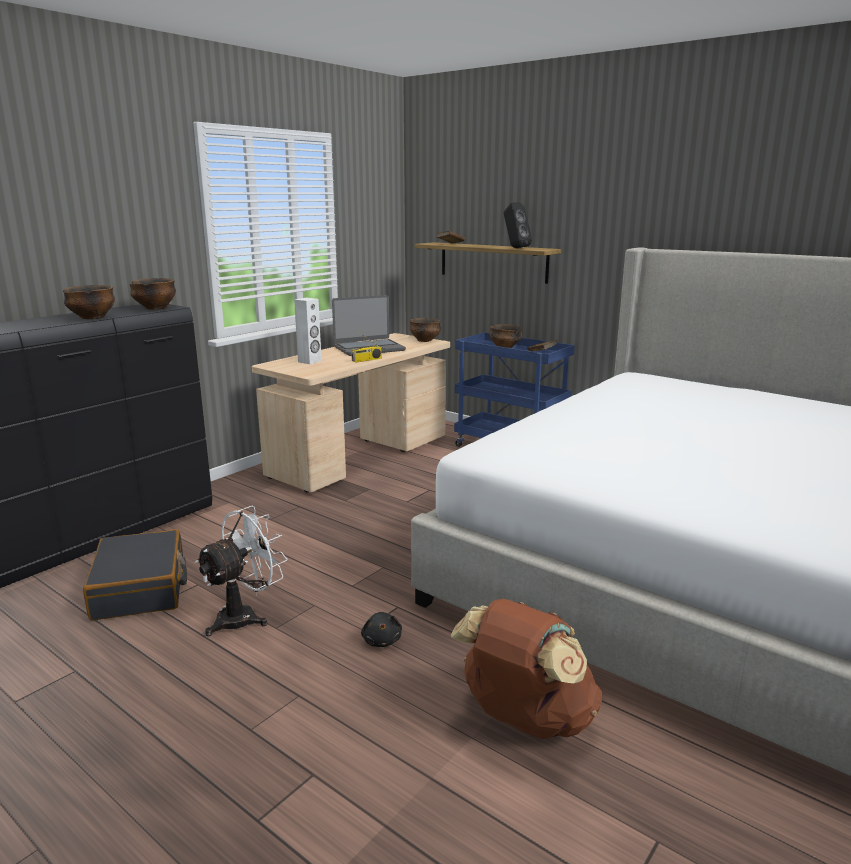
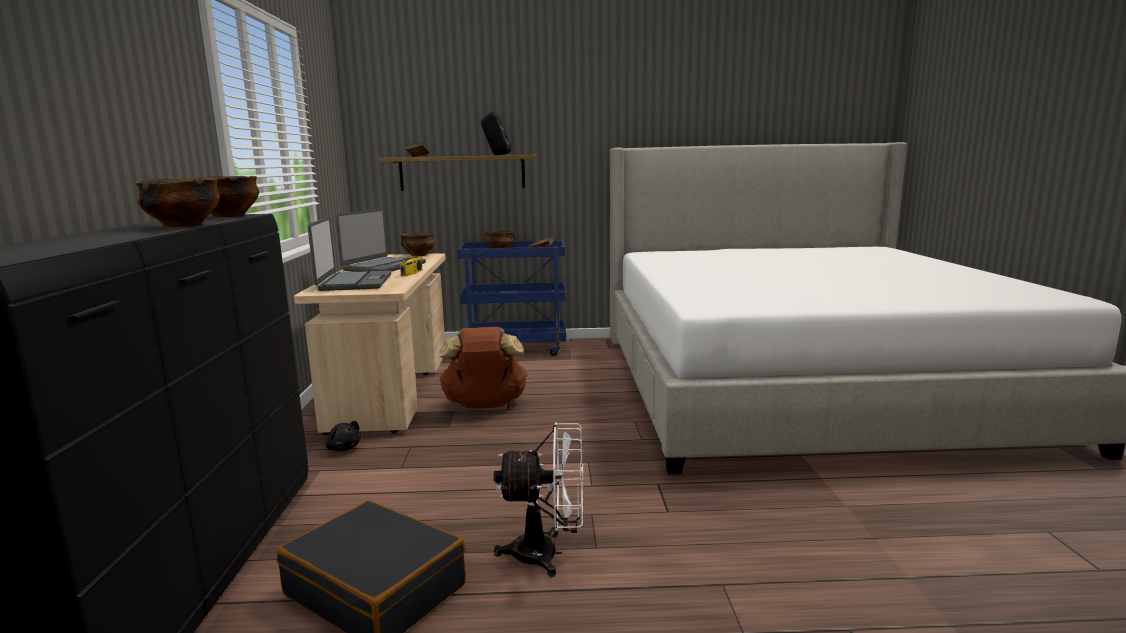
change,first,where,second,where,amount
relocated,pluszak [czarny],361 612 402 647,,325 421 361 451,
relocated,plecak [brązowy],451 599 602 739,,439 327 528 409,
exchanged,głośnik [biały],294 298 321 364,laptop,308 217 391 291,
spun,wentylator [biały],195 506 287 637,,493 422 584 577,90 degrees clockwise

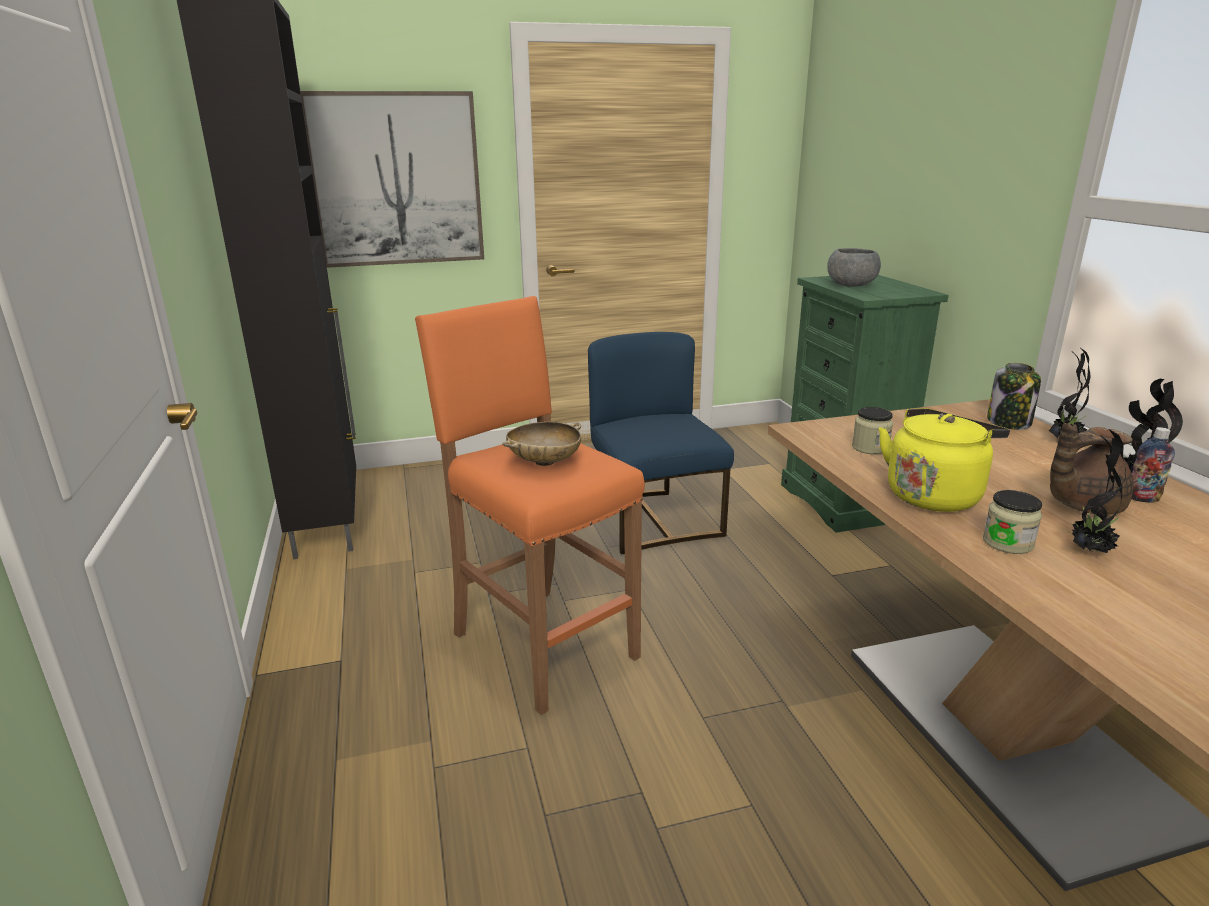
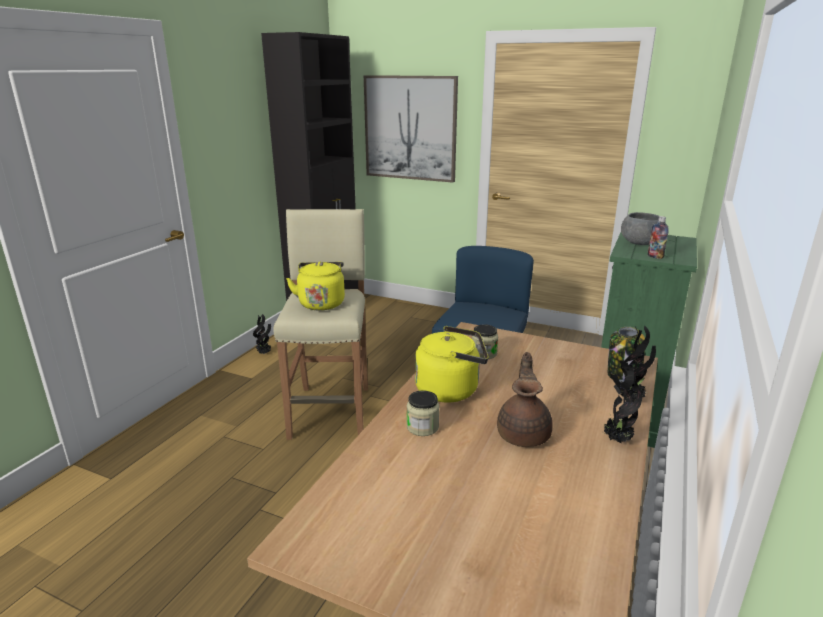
change,first,where,second,where,amount
relocated,roślina doniczkowa,1066 429 1126 553,,253 314 271 354,
relocated,butelka,1131 427 1175 502,,648 216 669 259,
exchanged,miska [beżowy],502 422 581 466,czajnik [żółty],286 262 345 310,
colour,stołek [pomarańczowy],415 296 645 715,stołek [beżowy],273 209 368 440,
spun,imbryk [brązowy],1050 423 1134 514,,497 352 553 447,75 degrees clockwise

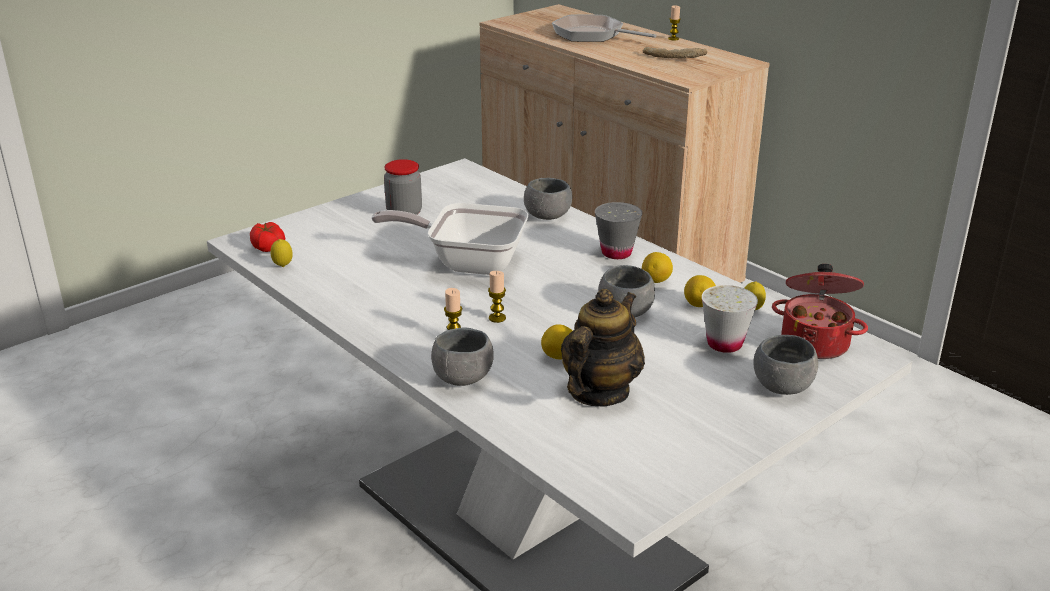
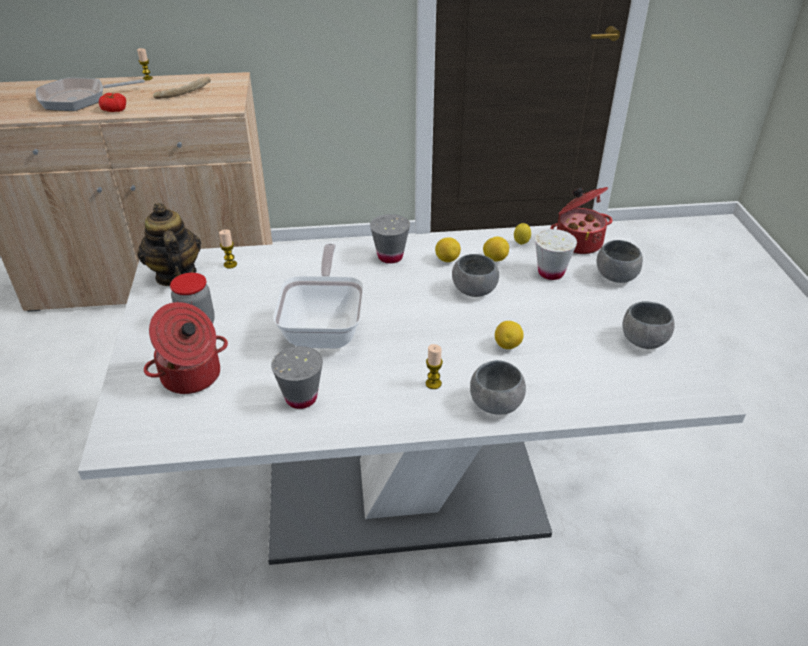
change,first,where,second,where,amount
missing,cytryna,271 239 293 267,,,
appeared,,,garnek,144 302 228 394,
appeared,,,filiżanka [szary],271 346 323 409,
relocated,pomidor,250 222 285 252,,99 93 126 112,
relocated,świeca,488 271 506 323,,219 229 237 269,
relocated,miska [szary],524 178 572 220,,623 301 675 349,
relocated,imbryk,561 289 645 407,,137 203 201 286,
spun,patelnia,372 203 528 275,,273 244 364 348,135 degrees clockwise

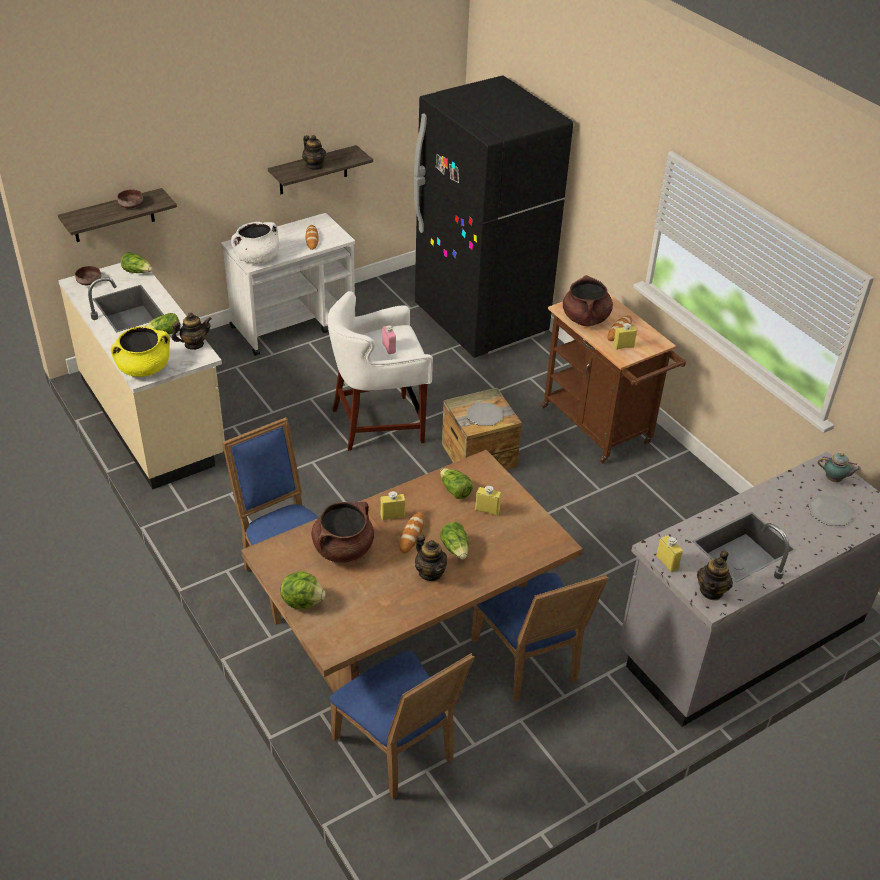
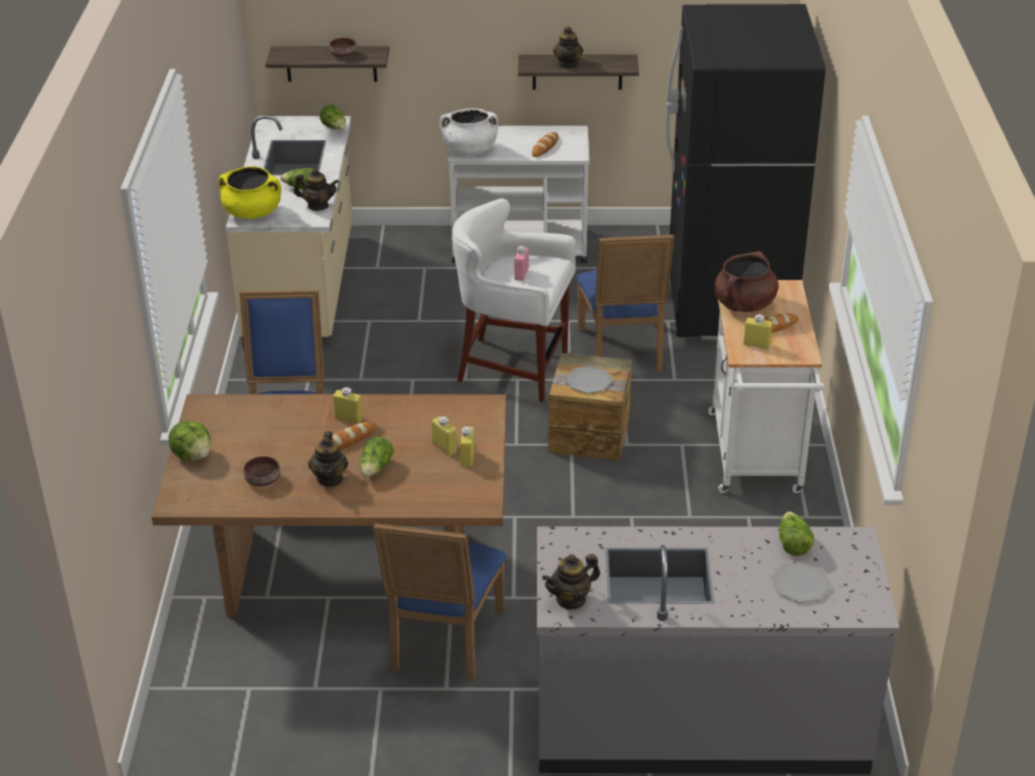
change,first,where,second,where,amount
missing,garnek [brązowy],311 502 374 563,,,
missing,imbryk,818 453 861 482,,,
relocated,miska [brązowy],75 266 101 285,,244 456 280 486,
relocated,krzesło [niebieski],329 650 475 799,,576 235 674 372,
relocated,sałata,440 468 473 499,,779 512 814 556,
relocated,butelka [żółty],656 535 683 572,,460 427 475 467,
colour,wózek [brązowy],542 294 686 464,wózek [biały],708 280 824 493,

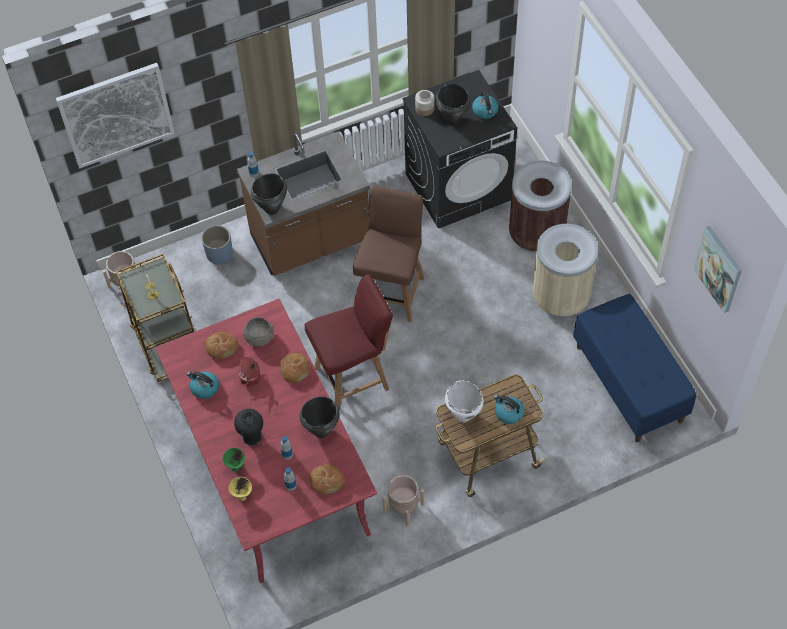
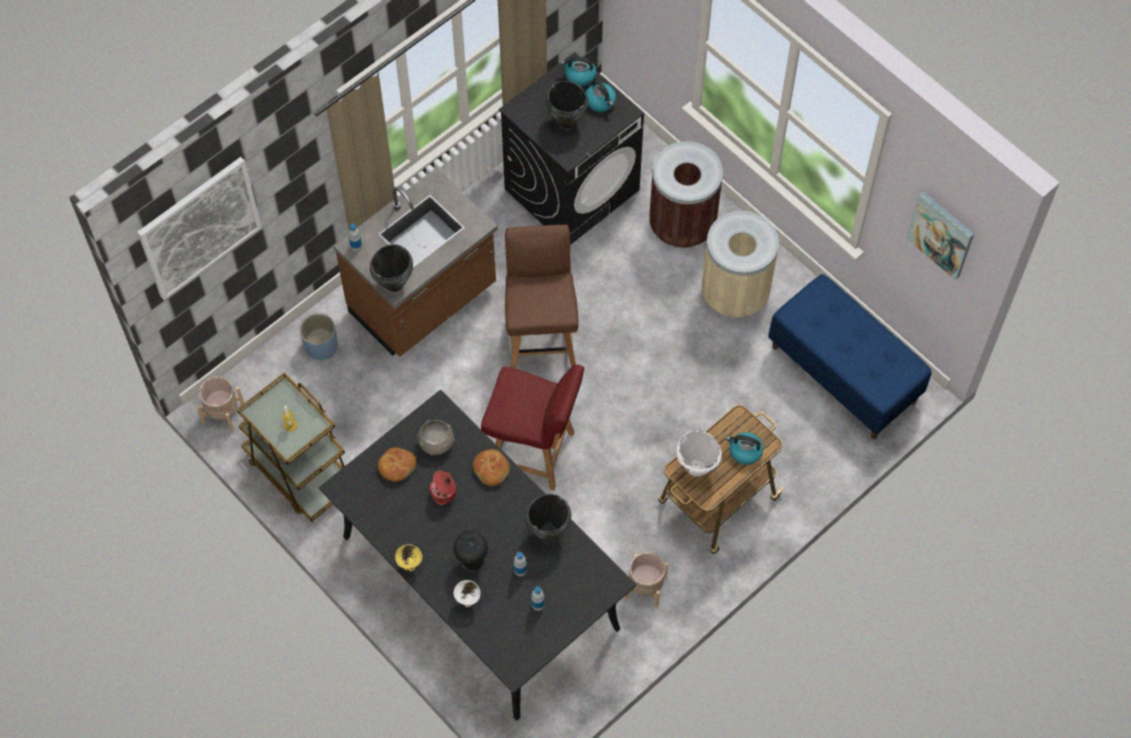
change,first,where,second,where,amount
missing,chleb,310 464 344 494,,,
missing,słoik,415 90 434 116,,,
relocated,czajnik,187 371 219 399,,561 57 596 86,
relocated,miska [żółty],229 477 252 501,,395 544 422 571,
colour,stół jadalny [czerwony],156 299 377 583,stół jadalny [czarny],319 390 636 721,
colour,miska [zielony],222 448 245 472,miska [biały],454 580 480 607,
spun,krzesło [czerwony],305 274 393 411,,481 364 585 490,60 degrees clockwise

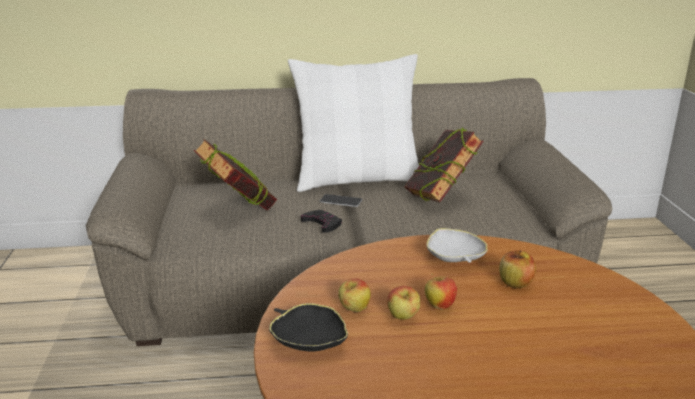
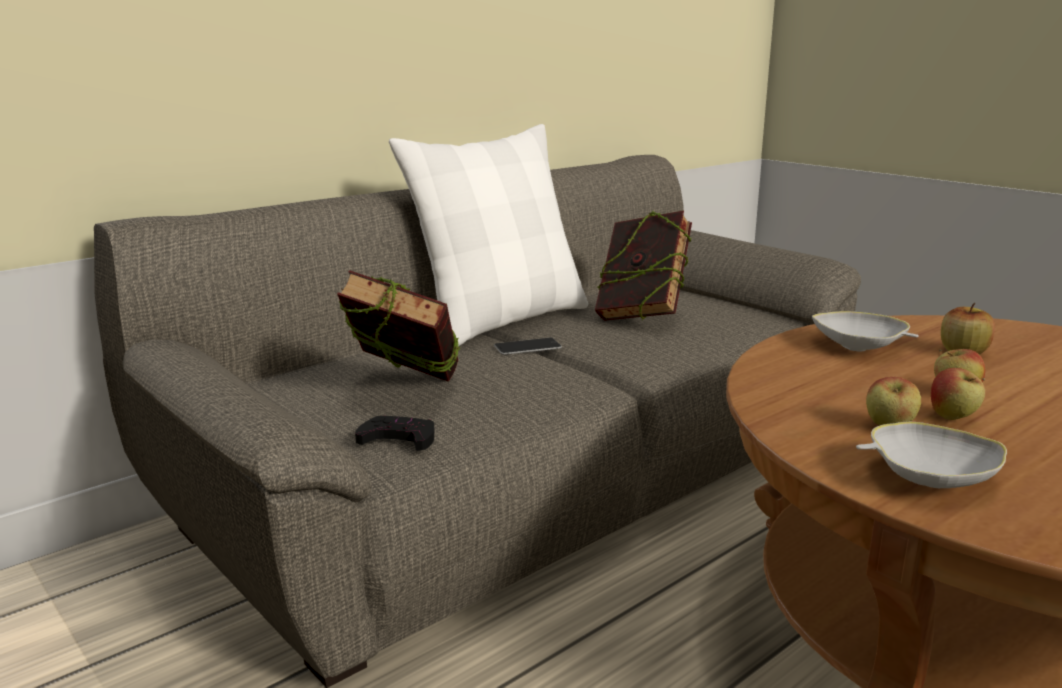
change,first,where,second,where,amount
relocated,pad do gier [czarny],301 210 342 233,,355 415 434 451,
colour,miska [czarny],269 303 348 352,miska [biały],856 422 1007 488,

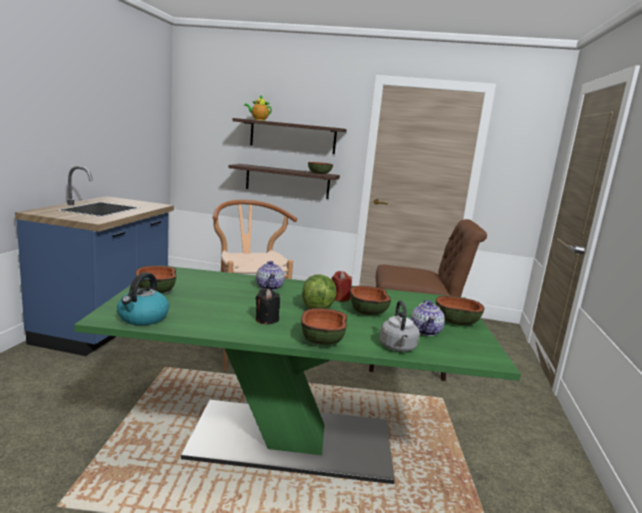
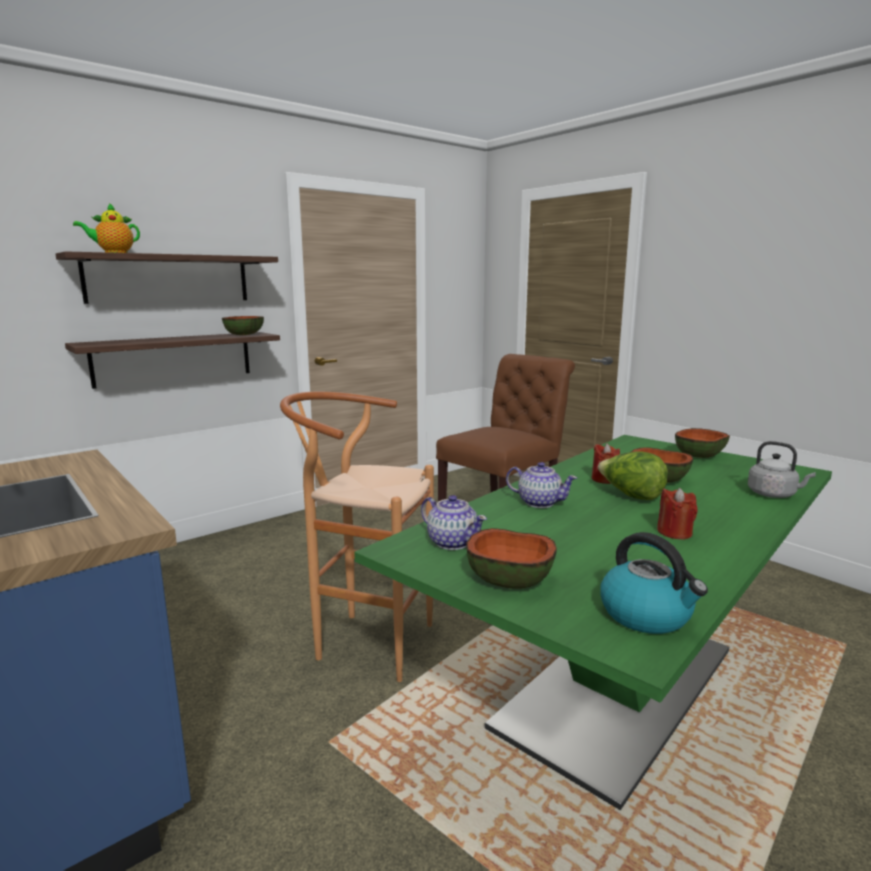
change,first,where,second,where,amount
missing,miska,301 308 347 345,,,
relocated,imbryk,410 300 445 336,,421 495 487 550,
colour,świeca [czarny],256 288 280 324,świeca [czerwony],657 488 697 539,

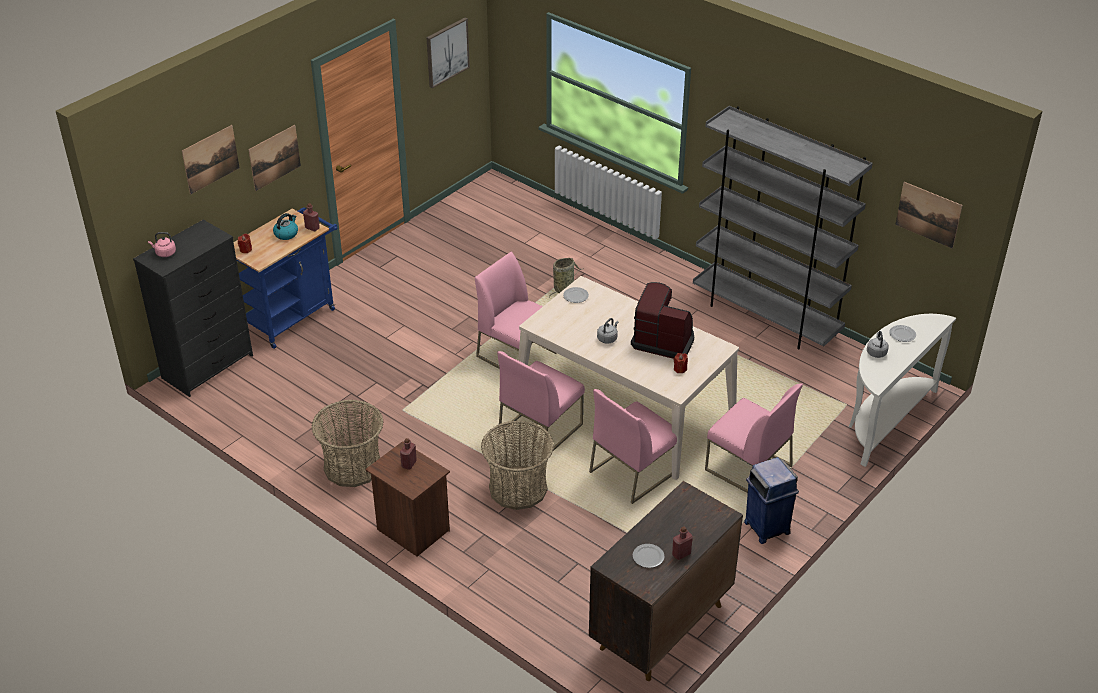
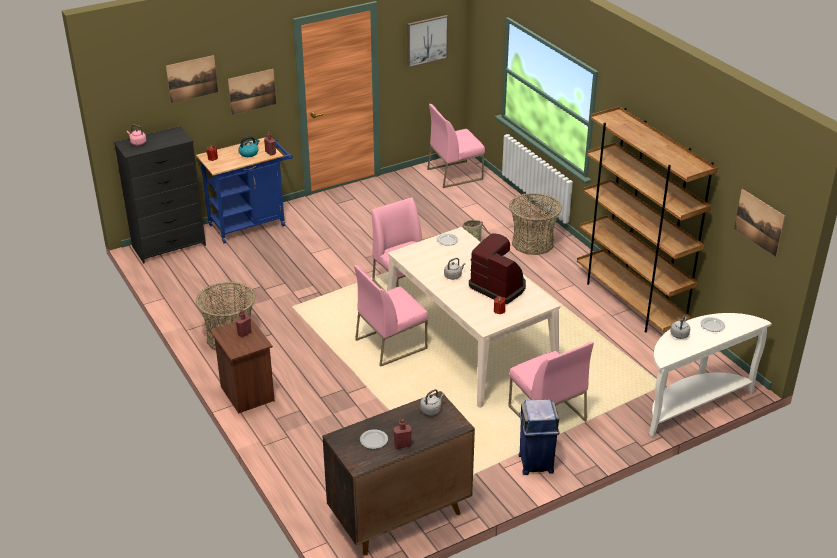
change,first,where,second,where,amount
appeared,,,czajnik [szary],420 389 445 415,
relocated,koszyk,481 421 554 510,,509 193 562 255,
relocated,krzesło [różowy],589 389 677 504,,427 104 485 188,
colour,regał [szary],693 106 873 349,regał [brązowy],577 106 718 333,

